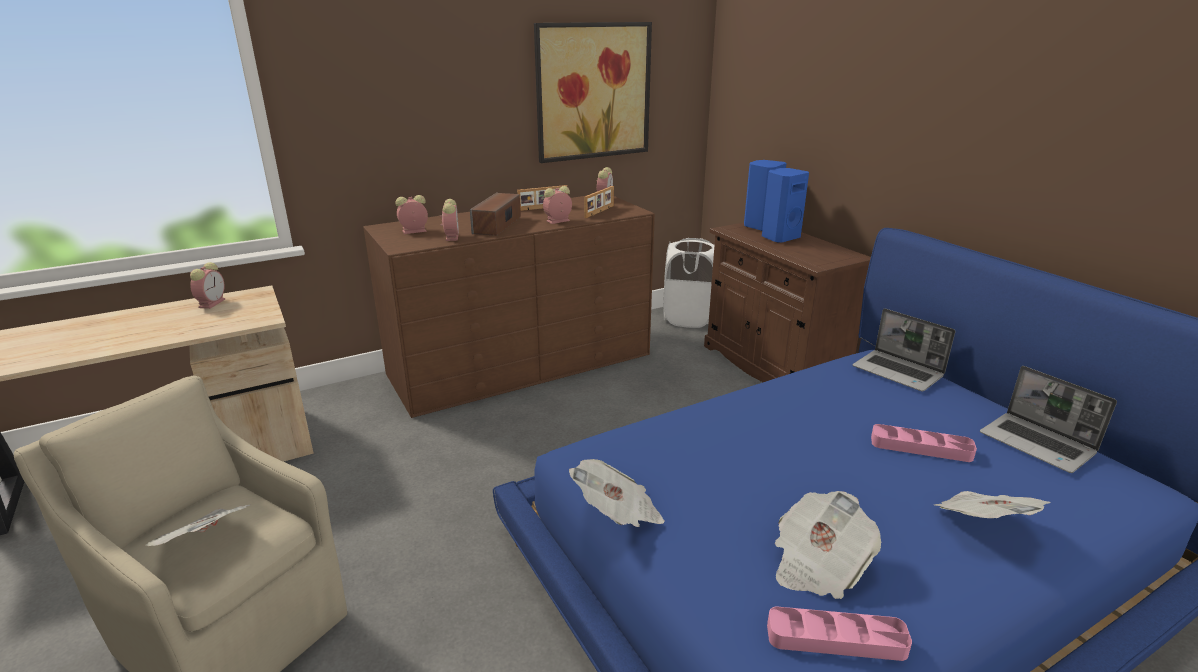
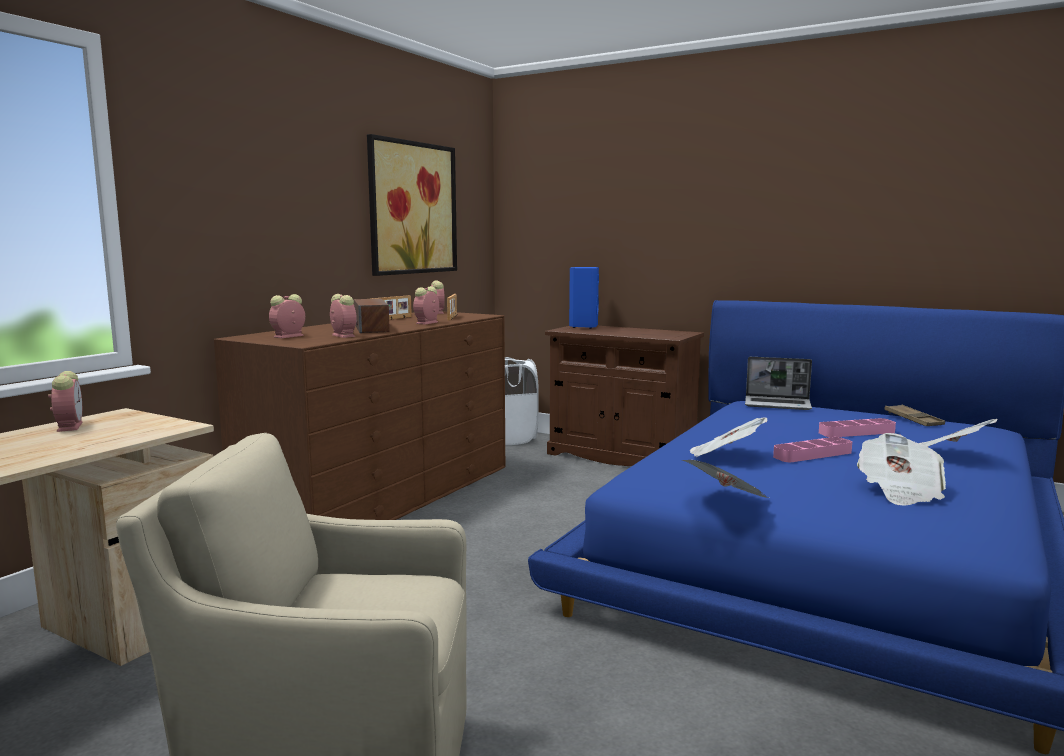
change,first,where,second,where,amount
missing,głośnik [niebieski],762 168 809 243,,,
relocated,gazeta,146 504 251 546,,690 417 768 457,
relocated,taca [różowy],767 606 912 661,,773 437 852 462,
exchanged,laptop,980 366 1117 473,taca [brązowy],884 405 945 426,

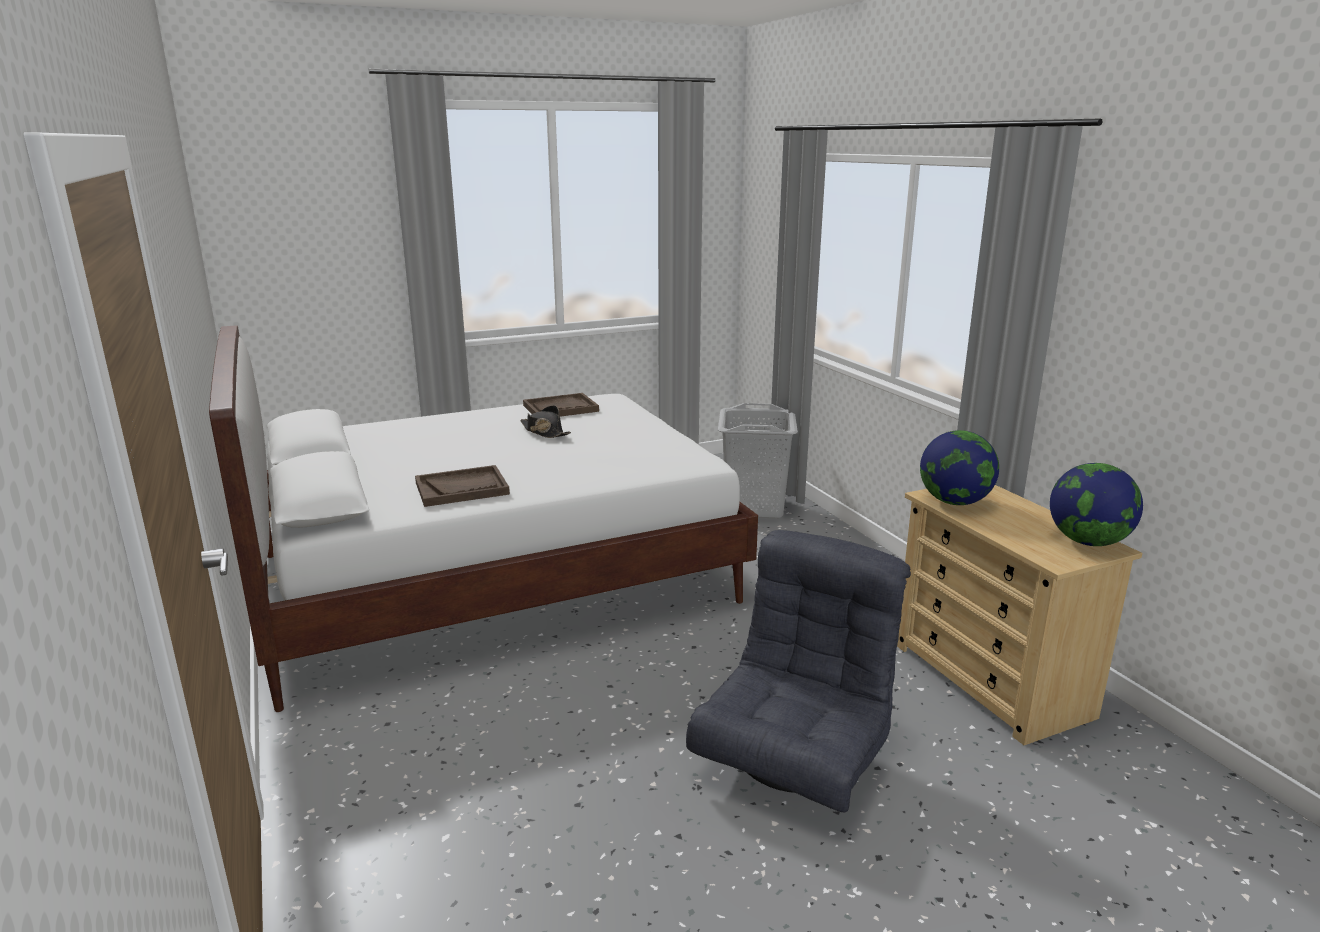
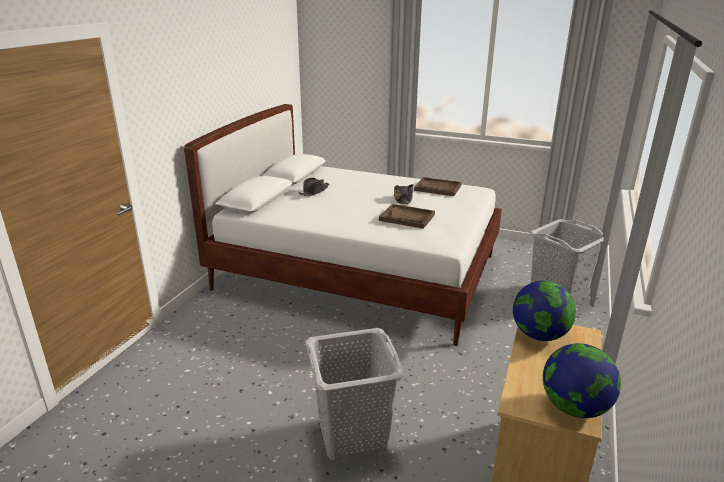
change,first,where,second,where,amount
appeared,,,kapelusz [czarny],298 178 329 196,
relocated,taca [brązowy],415 465 510 507,,379 204 435 229,
exchanged,fotel [szary],686 530 911 812,kosz na pranie [szary],305 328 405 461,

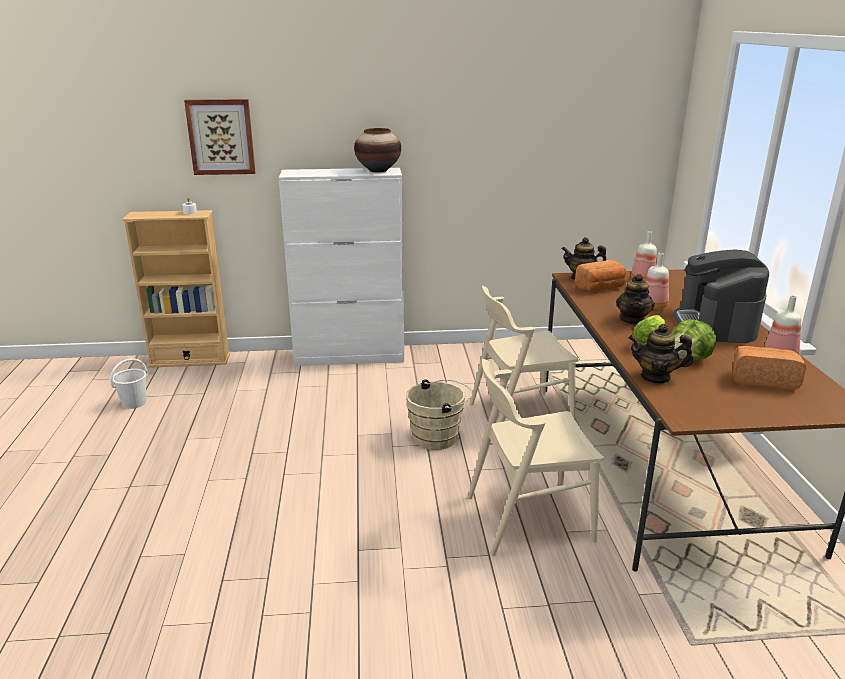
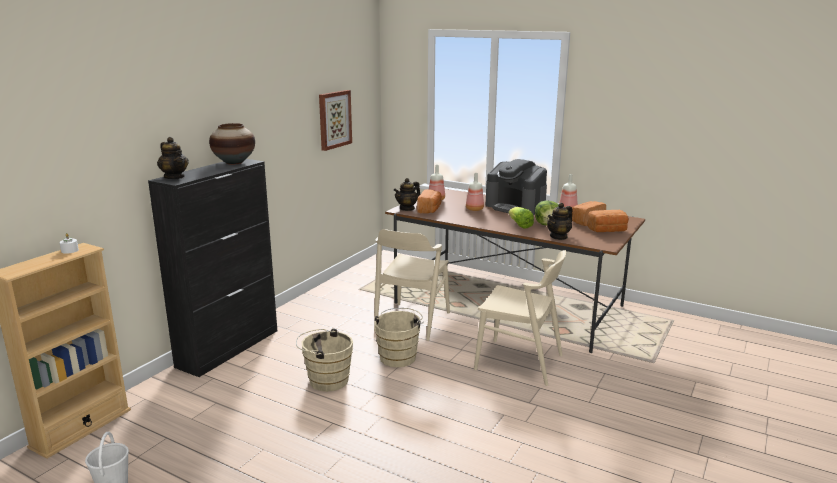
change,first,where,second,where,amount
appeared,,,wiadro [beżowy],296 328 353 392,
appeared,,,chleb,587 210 629 232,
relocated,obraz,184 99 256 175,,319 90 352 151,
relocated,imbryk,616 274 655 325,,157 137 189 179,
colour,szafka [biały],279 168 404 366,szafka [czarny],148 159 277 377,
spun,krzesło [beżowy],468 359 604 556,,474 250 566 386,90 degrees counterclockwise

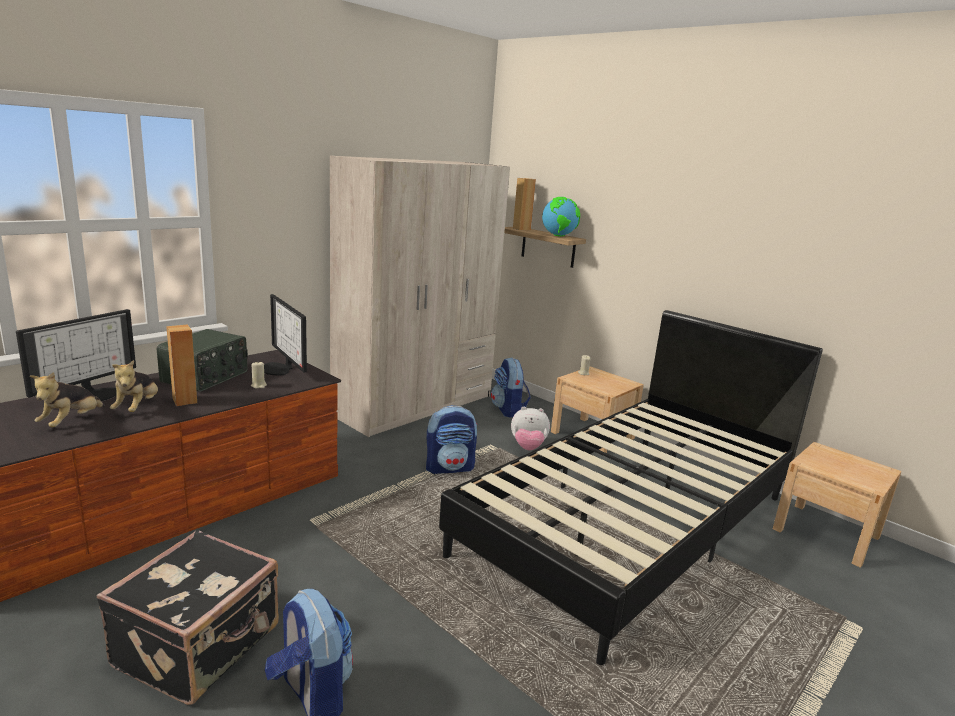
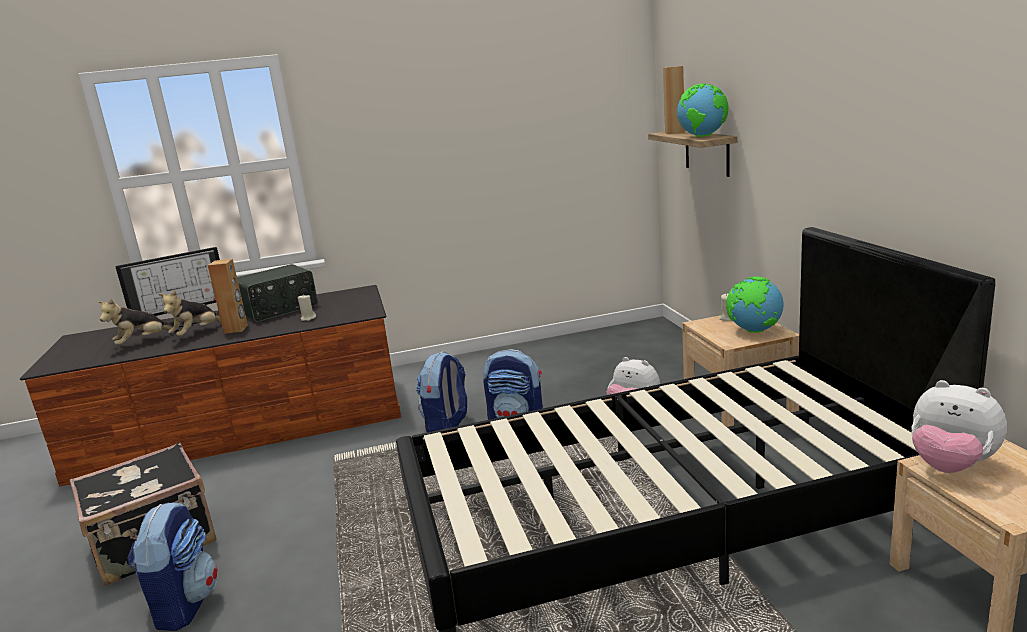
change,first,where,second,where,amount
missing,monitor,264 294 307 376,,,
missing,szafa [beżowy],330 155 510 437,,,
appeared,,,globus,726 277 784 333,
appeared,,,pluszak,911 380 1007 473,
relocated,plecak,491 357 531 418,,416 352 467 432,

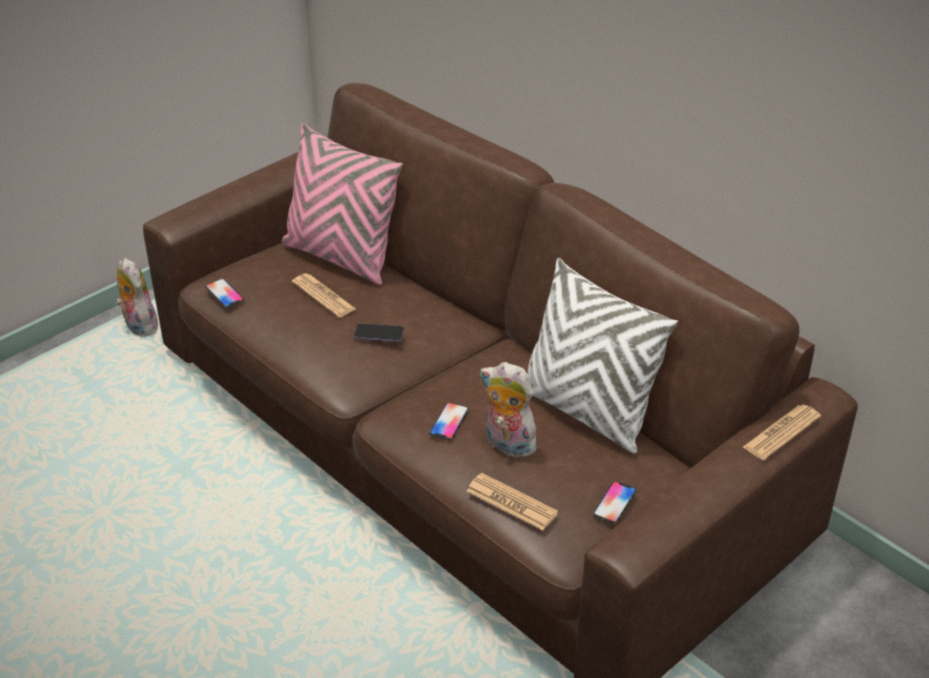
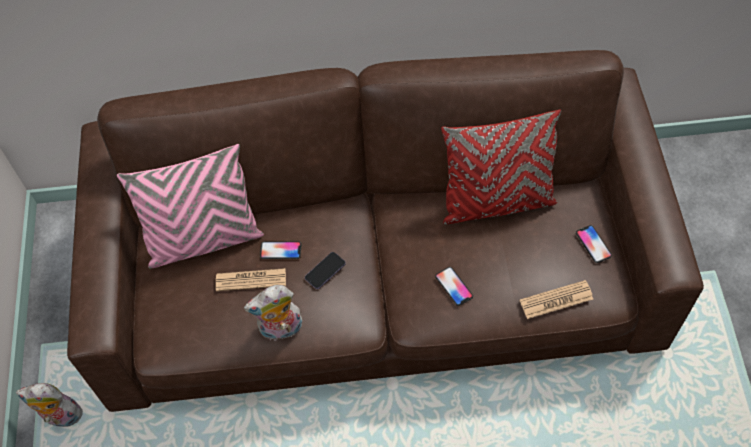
change,first,where,second,where,amount
missing,gazeta,743 404 821 460,,,
relocated,telefon,205 278 244 308,,260 241 301 259,
relocated,pluszak,480 362 539 458,,244 285 302 341,
colour,poduszka [biały],528 258 678 453,poduszka [czerwony],441 109 561 224,

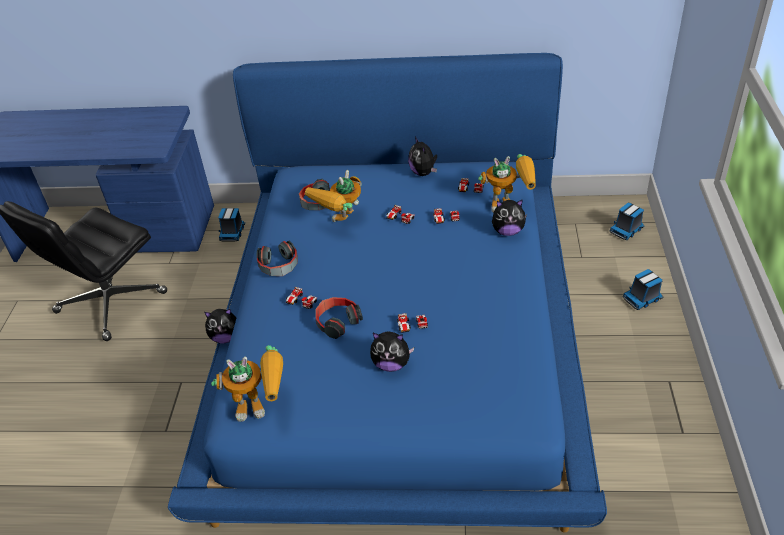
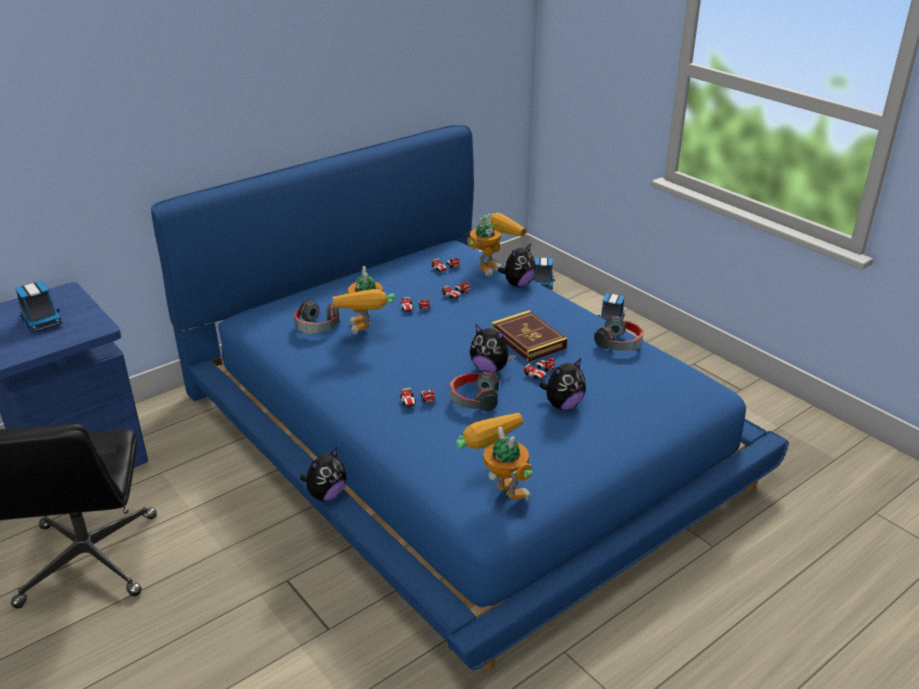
change,first,where,second,where,amount
appeared,,,książka,491 310 567 362,
relocated,ciężarówka zabawkowa,218 208 245 241,,15 281 63 332,
relocated,słuchawki,256 241 298 276,,594 316 644 351,
relocated,pluszak,408 137 437 176,,470 325 515 372,
spun,robot zabawkowy,211 345 283 422,,456 413 533 500,75 degrees counterclockwise

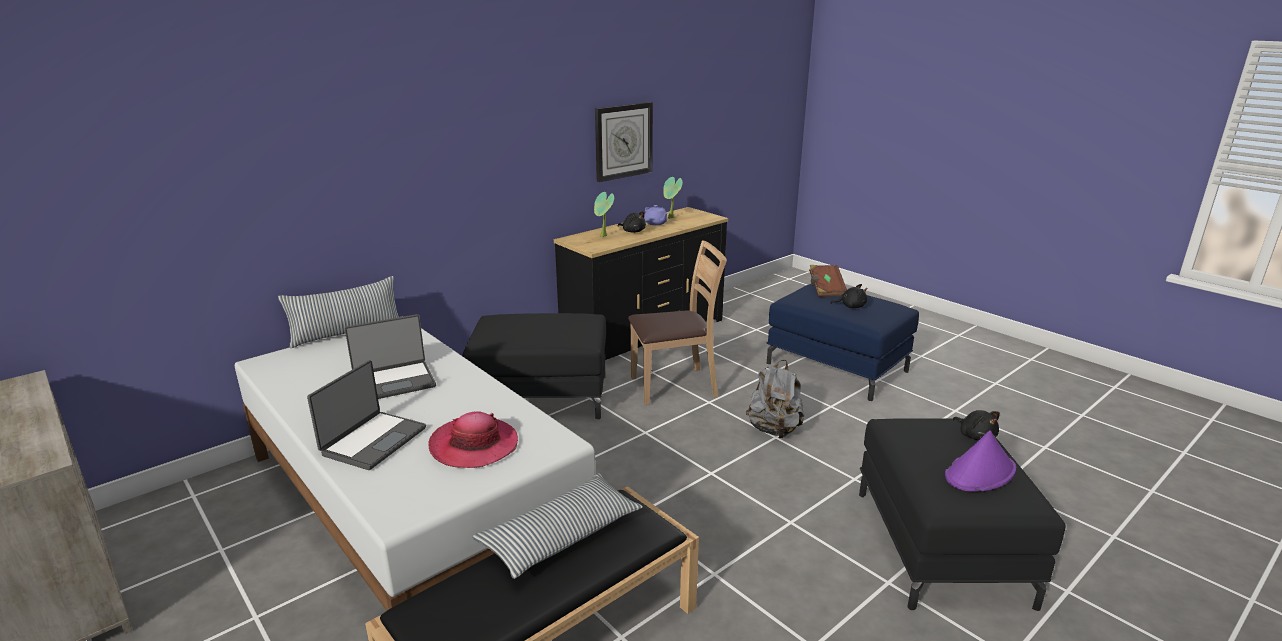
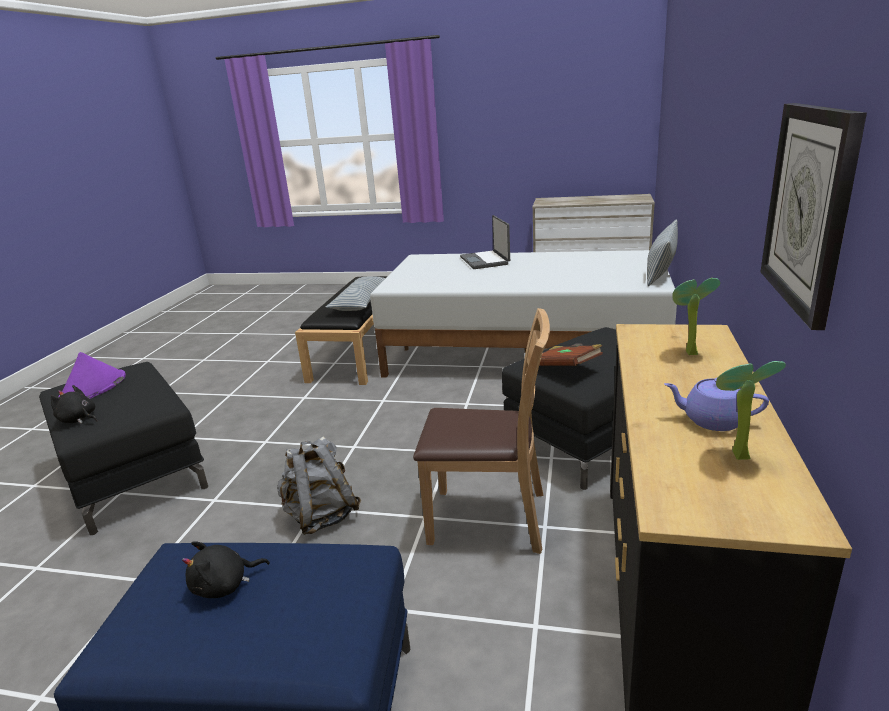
change,first,where,second,where,amount
missing,laptop,345 314 436 399,,,
missing,kapelusz,428 412 518 468,,,
missing,pluszak [czarny],618 211 646 233,,,
relocated,książka [brązowy],809 265 847 297,,539 343 603 366,
spun,krzesło [brązowy],628 240 727 405,,413 308 550 554,120 degrees counterclockwise

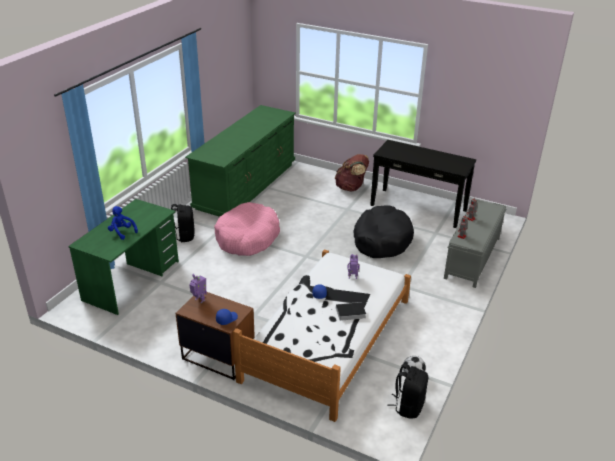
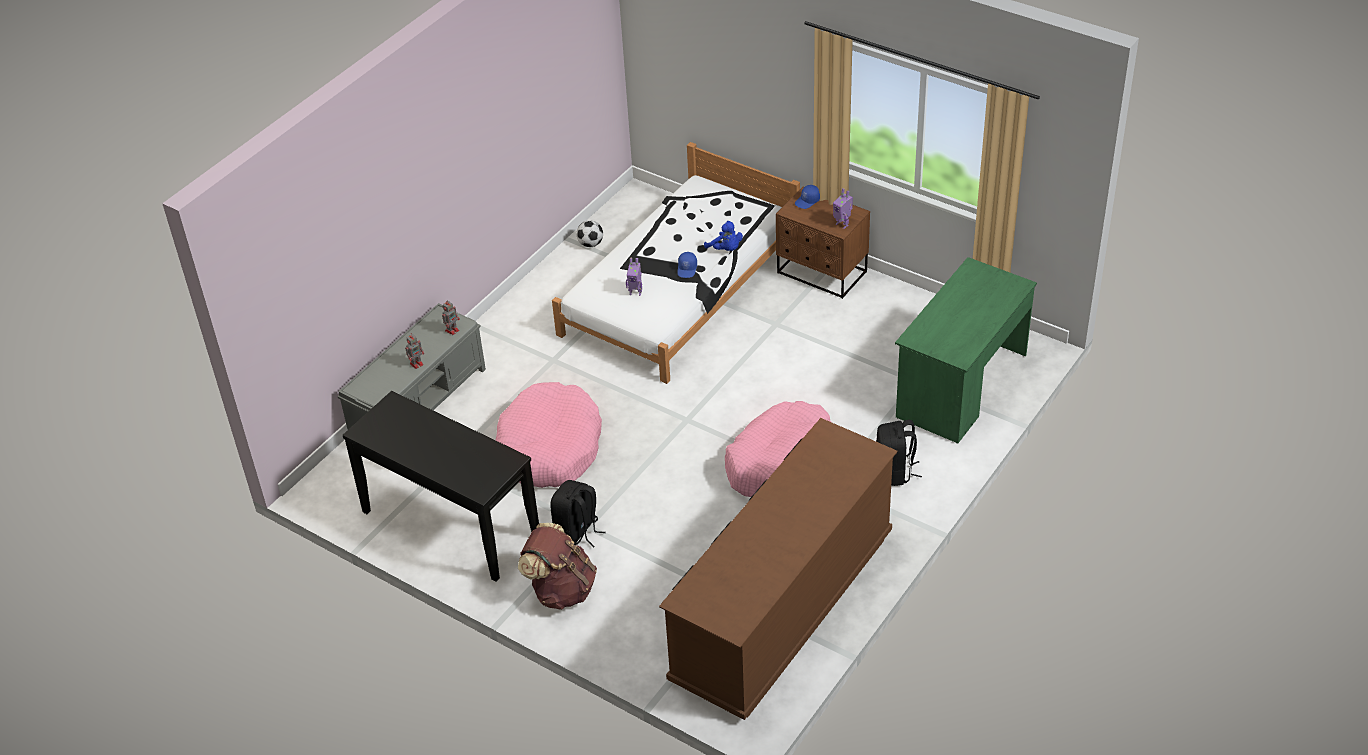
change,first,where,second,where,amount
missing,książka,331 302 366 321,,,
relocated,pluszak [niebieski],108 206 138 240,,704 221 743 251,
relocated,plecak [czarny],387 363 428 418,,550 480 606 548,
colour,komoda [zielony],185 105 296 217,komoda [brązowy],659 418 897 720,
colour,legowisko [czarny],354 205 414 258,legowisko [różowy],496 382 602 488,

